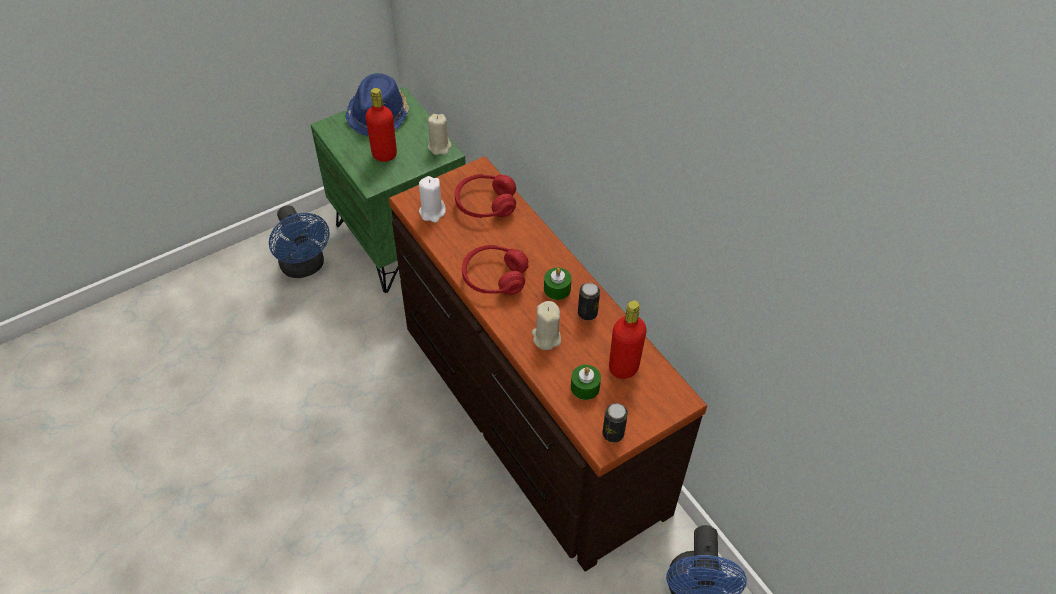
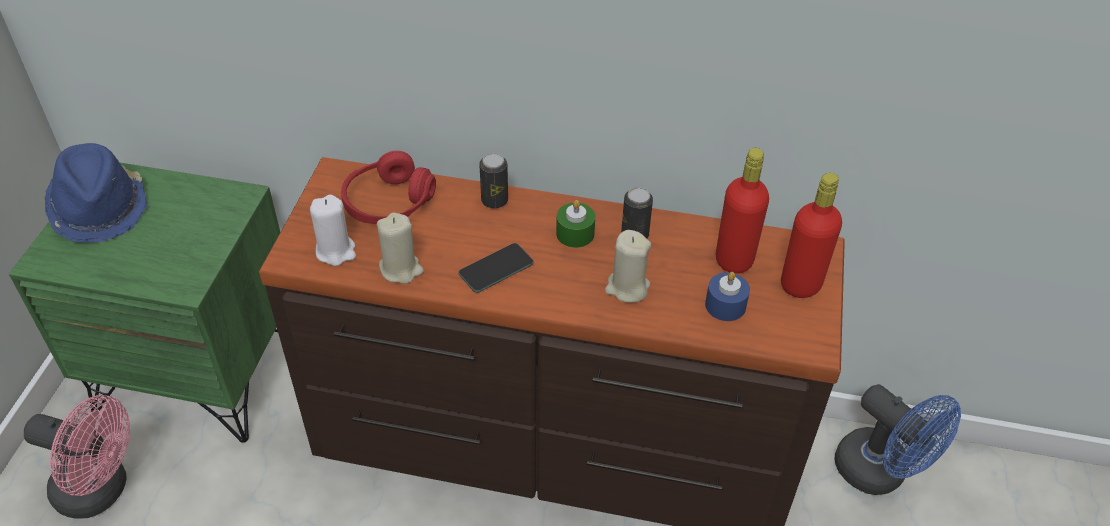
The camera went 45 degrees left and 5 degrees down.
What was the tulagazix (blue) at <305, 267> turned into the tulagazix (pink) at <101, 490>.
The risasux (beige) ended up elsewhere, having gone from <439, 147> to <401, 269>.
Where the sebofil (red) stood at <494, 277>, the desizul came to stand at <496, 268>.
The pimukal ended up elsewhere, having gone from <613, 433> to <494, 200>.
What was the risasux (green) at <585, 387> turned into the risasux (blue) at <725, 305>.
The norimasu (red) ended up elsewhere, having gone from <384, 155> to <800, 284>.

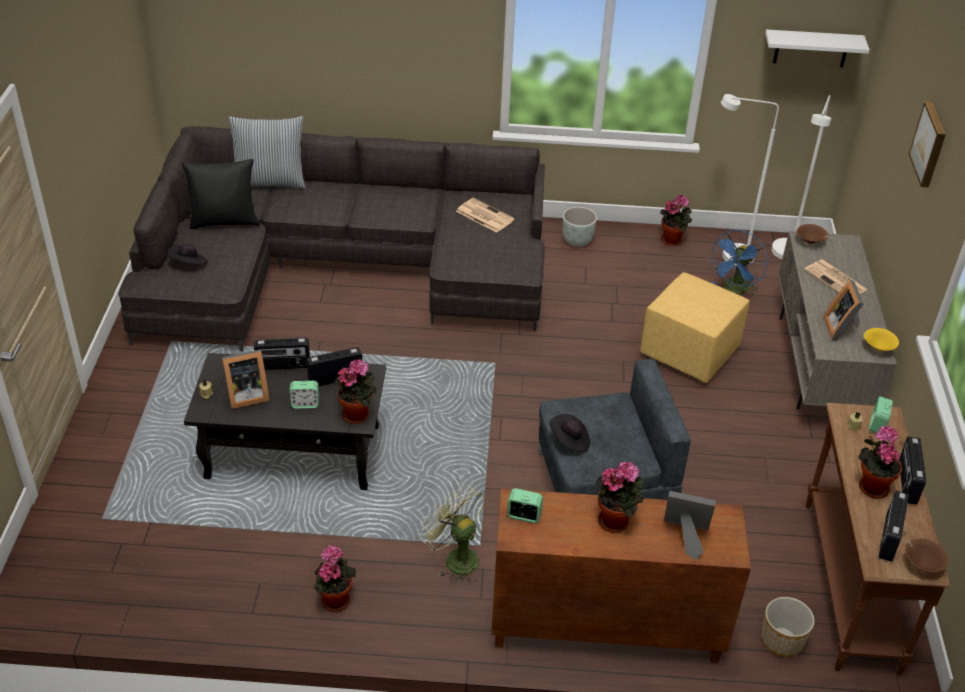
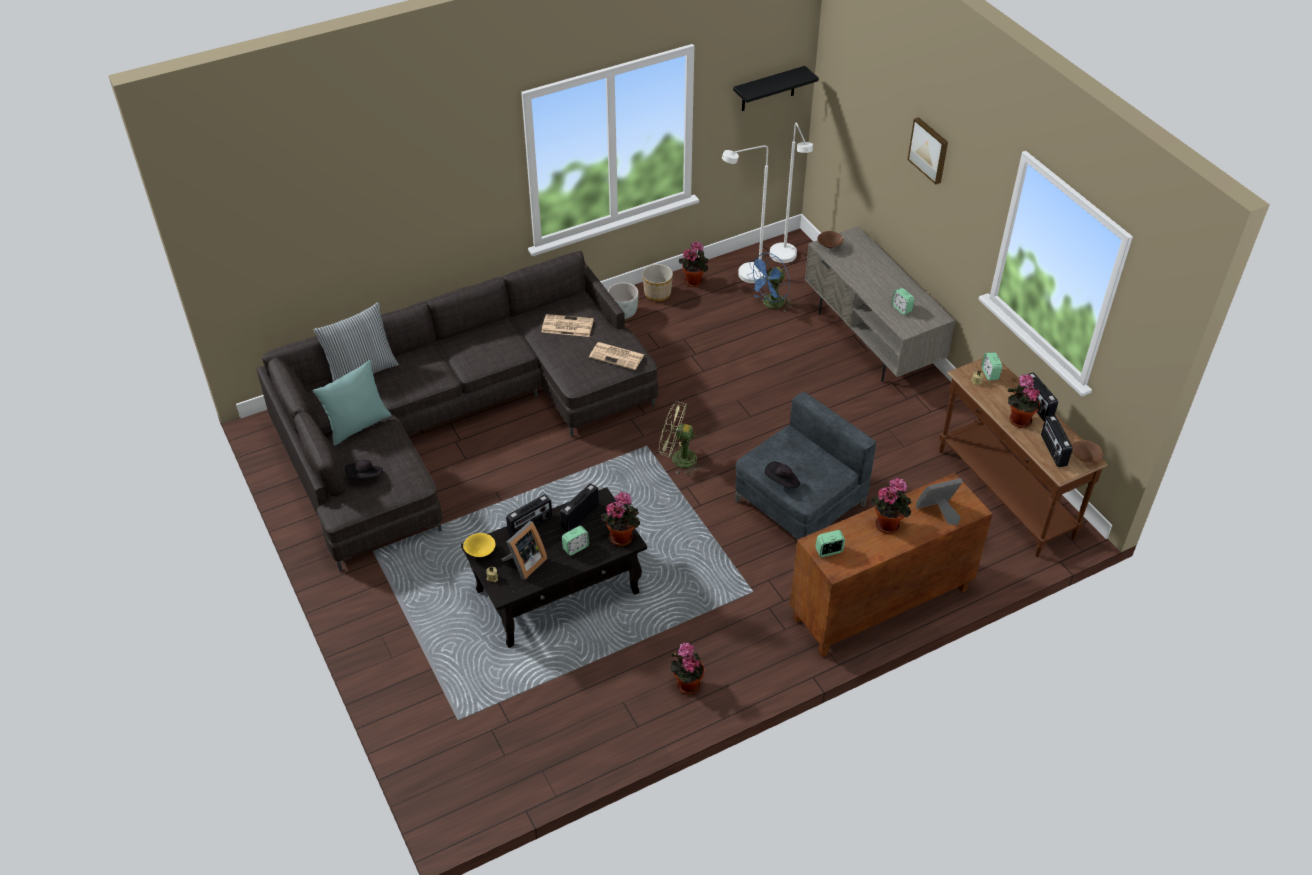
The camera went 30 degrees left and 5 degrees up.
What was the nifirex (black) at <224, 221> turned into the nifirex (turquoise) at <357, 425>.
The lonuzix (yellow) ended up elsewhere, having gone from <877, 348> to <479, 552>.
The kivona ended up elsewhere, having gone from <836, 280> to <617, 356>.
The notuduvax ended up elsewhere, having gone from <782, 641> to <658, 293>.
The tulagazix (green) ended up elsewhere, having gone from <455, 558> to <678, 459>.
What was the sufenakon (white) at <811, 48> turned into the sufenakon (black) at <768, 89>.
The tulagazix (blue) at <734, 290> ended up facing another way, 45 degrees clockwise from before.
Where the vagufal stood at <841, 328>, the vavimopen came to stand at <901, 308>.
The second view lost the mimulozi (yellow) at <690, 352>.

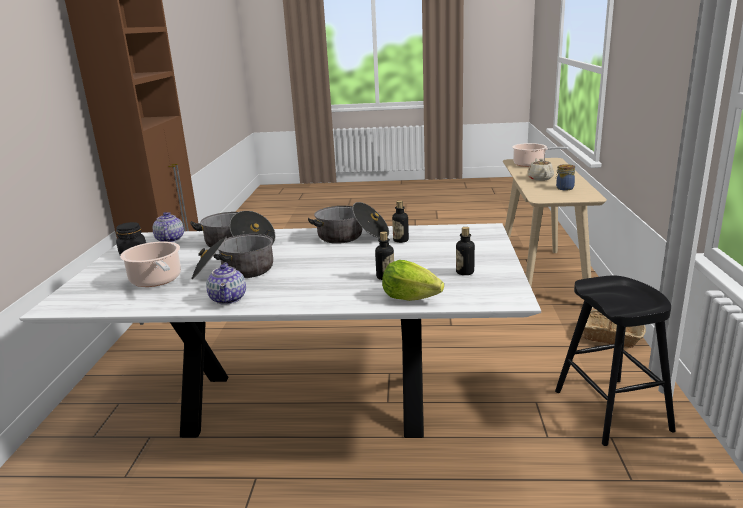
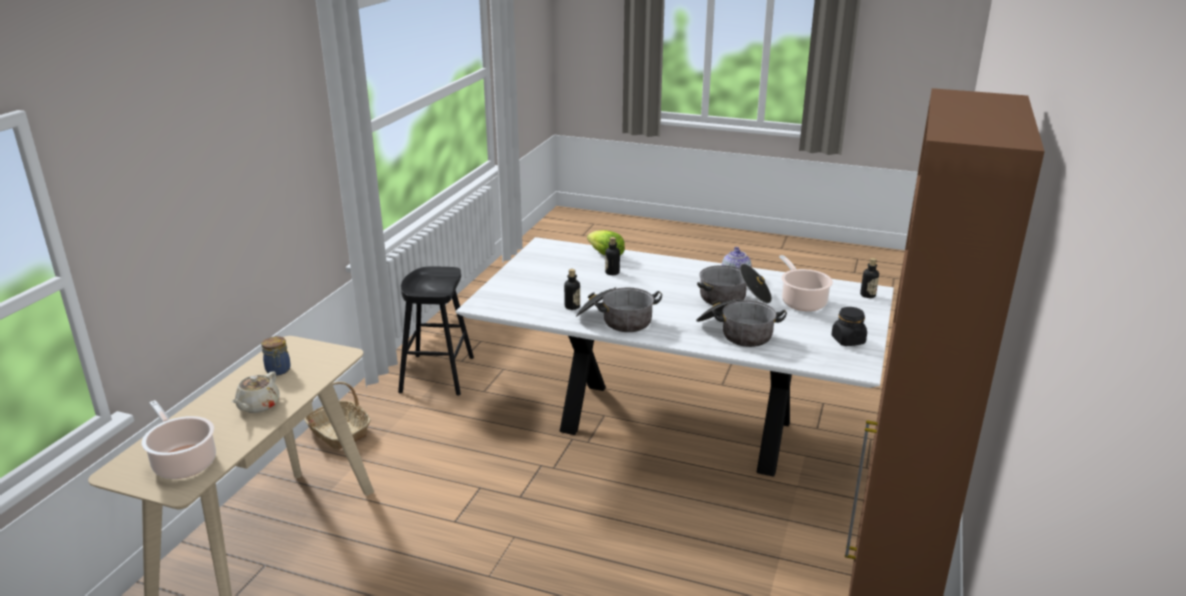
The camera went 165 degrees left and 5 degrees up.
The norimasu ended up elsewhere, having gone from <465, 272> to <867, 295>.
The second view lost the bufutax at <169, 240>.

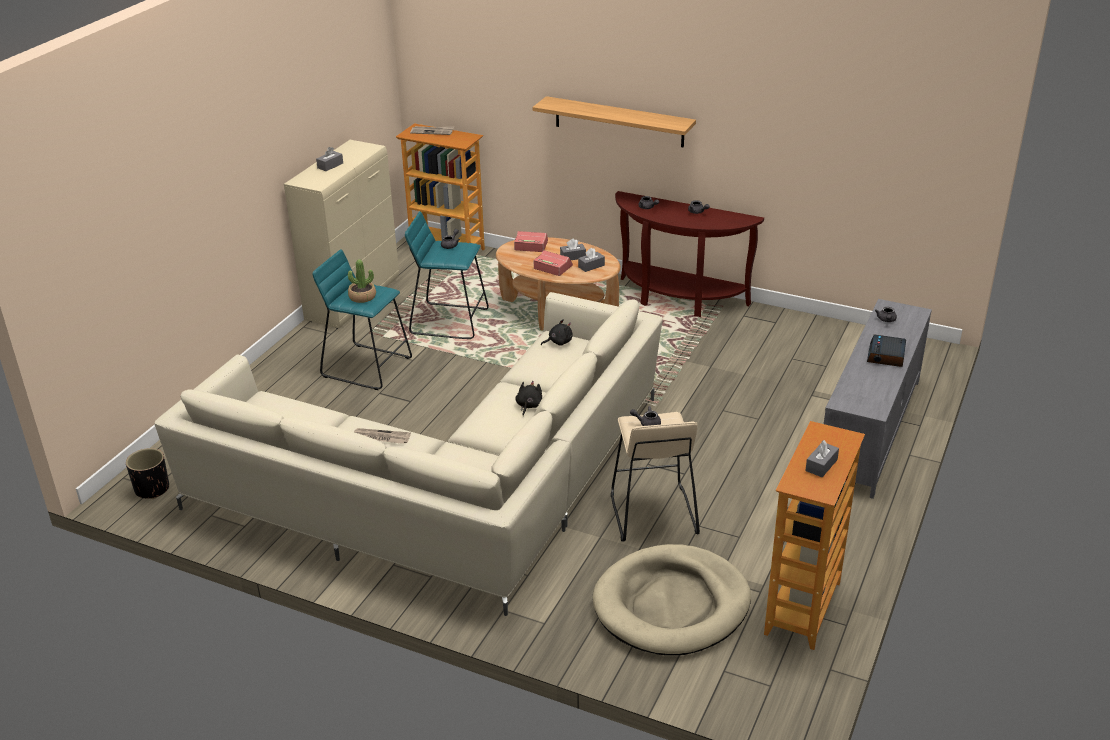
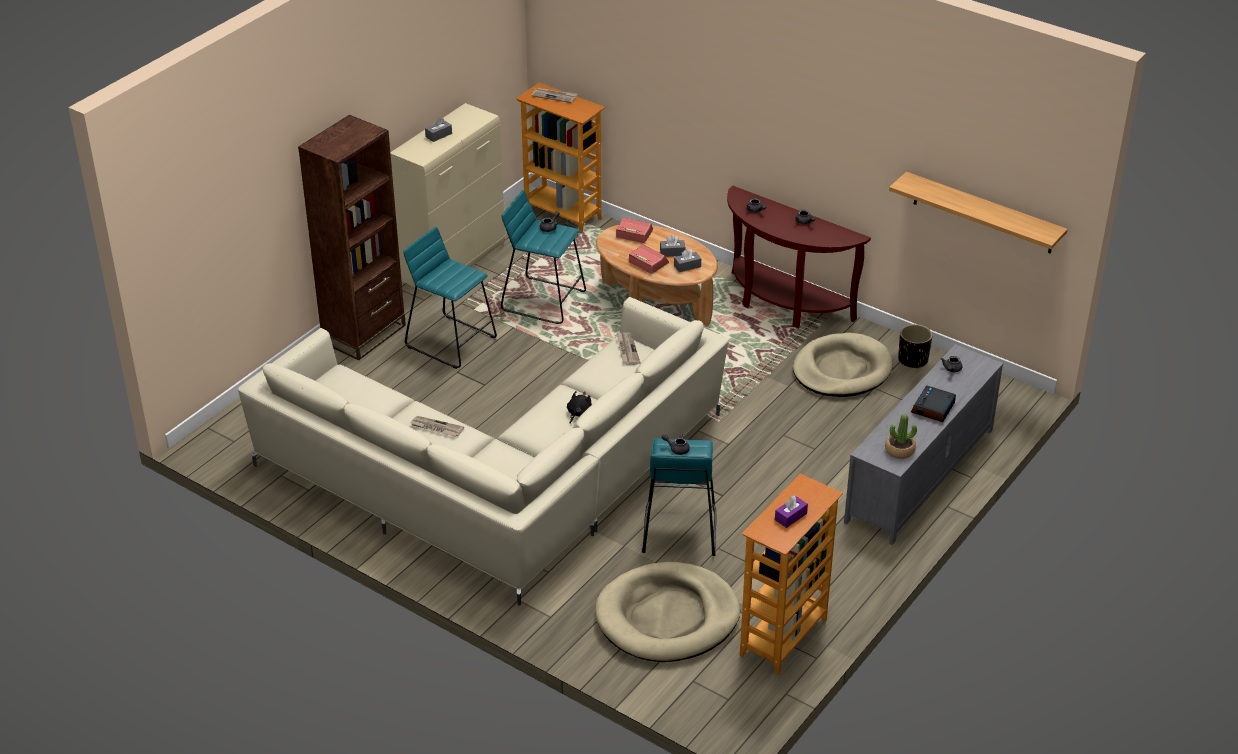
The camera went 10 degrees right and 5 degrees up.
The second view gained the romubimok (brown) at <364, 334>.
Where the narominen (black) stood at <558, 342>, the kivona came to stand at <627, 350>.
What was the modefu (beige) at <652, 513> turned into the modefu (turquoise) at <679, 530>.
What was the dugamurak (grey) at <821, 465> turned into the dugamurak (purple) at <790, 516>.
The second view gained the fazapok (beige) at <841, 370>.
The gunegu ended up elsewhere, having gone from <362, 297> to <899, 450>.
The sufenakon ended up elsewhere, having gone from <619, 122> to <983, 213>.
The notuduvax (black) ended up elsewhere, having gone from <152, 489> to <912, 360>.

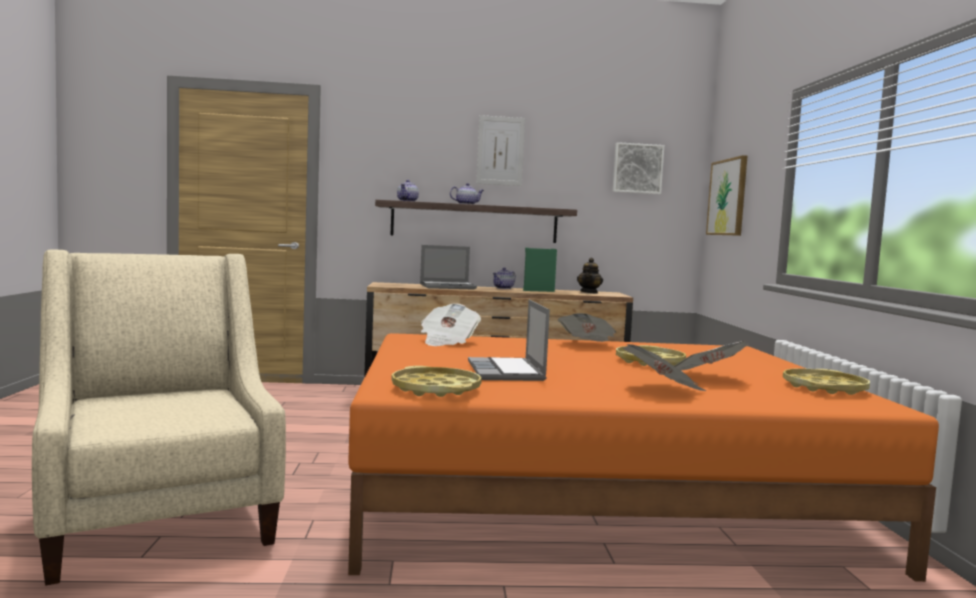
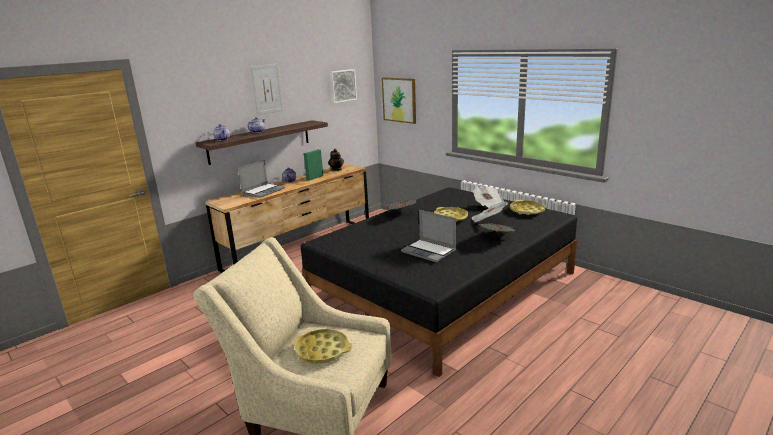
The camera went 40 degrees left and 15 degrees up.
The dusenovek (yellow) ended up elsewhere, having gone from <436, 389> to <322, 350>.
What was the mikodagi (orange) at <596, 494> turned into the mikodagi (black) at <444, 287>.
The kivona ended up elsewhere, having gone from <447, 342> to <489, 206>.

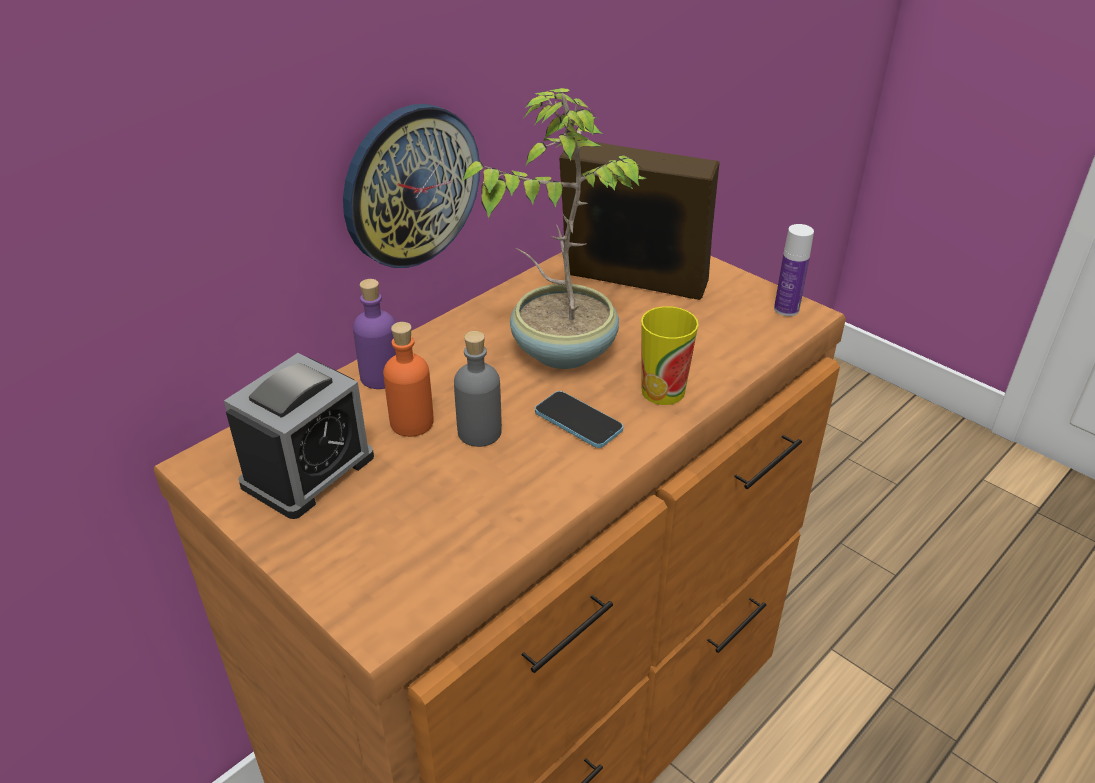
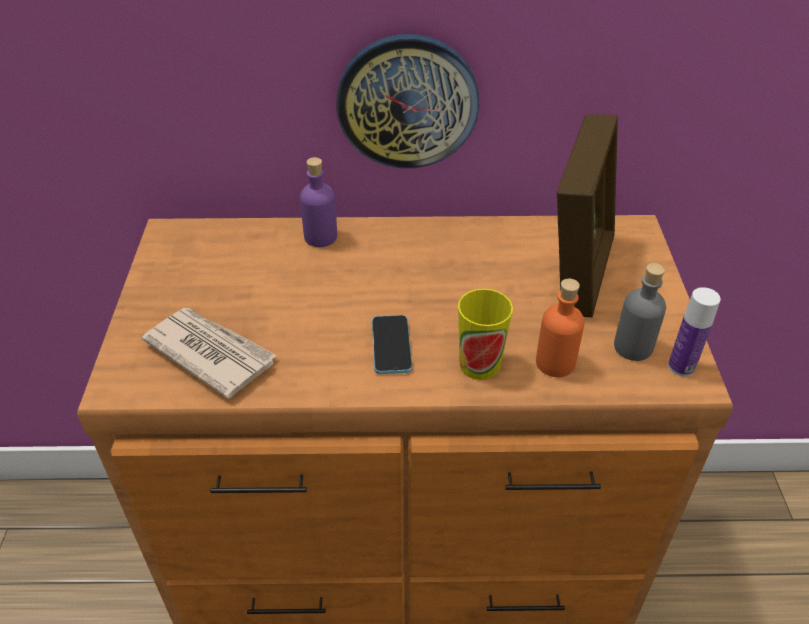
The camera went 45 degrees right and 5 degrees up.
The second view gained the kivona at <210, 352>.
The norimasu (orange) ended up elsewhere, having gone from <412, 422> to <555, 363>.
The vagufal at <632, 285> ended up facing another way, 45 degrees clockwise from before.
The norimasu (grey) ended up elsewhere, having gone from <479, 432> to <633, 347>.
The second view lost the vavimopen at <308, 470>.
The second view lost the gunegu at <562, 350>.

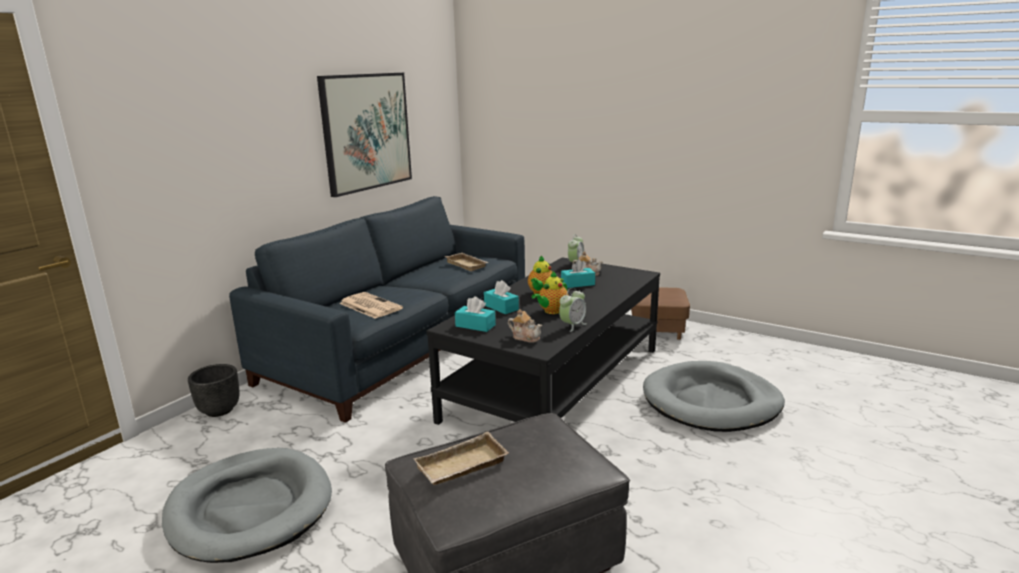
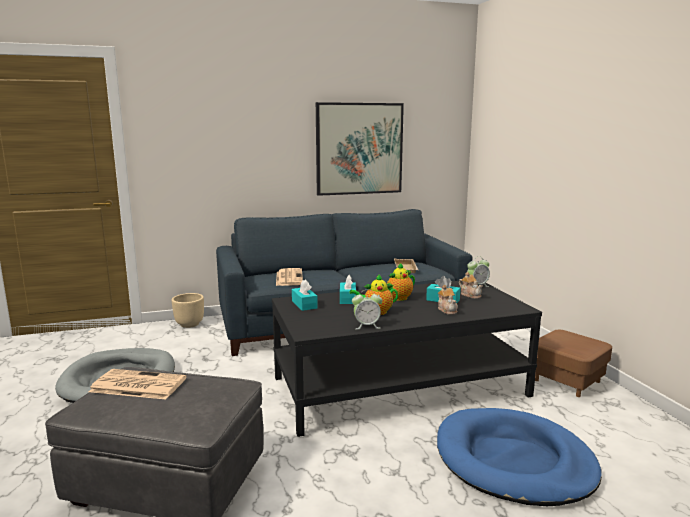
The camera went 40 degrees right and 5 degrees down.
Where the dusenovek (beige) stood at <461, 467>, the kivona came to stand at <137, 385>.
What was the notuduvax (black) at <219, 410> turned into the notuduvax (beige) at <190, 324>.
What was the fazapok (grey) at <711, 402> turned into the fazapok (blue) at <513, 461>.
The bufutax ended up elsewhere, having gone from <525, 337> to <447, 310>.

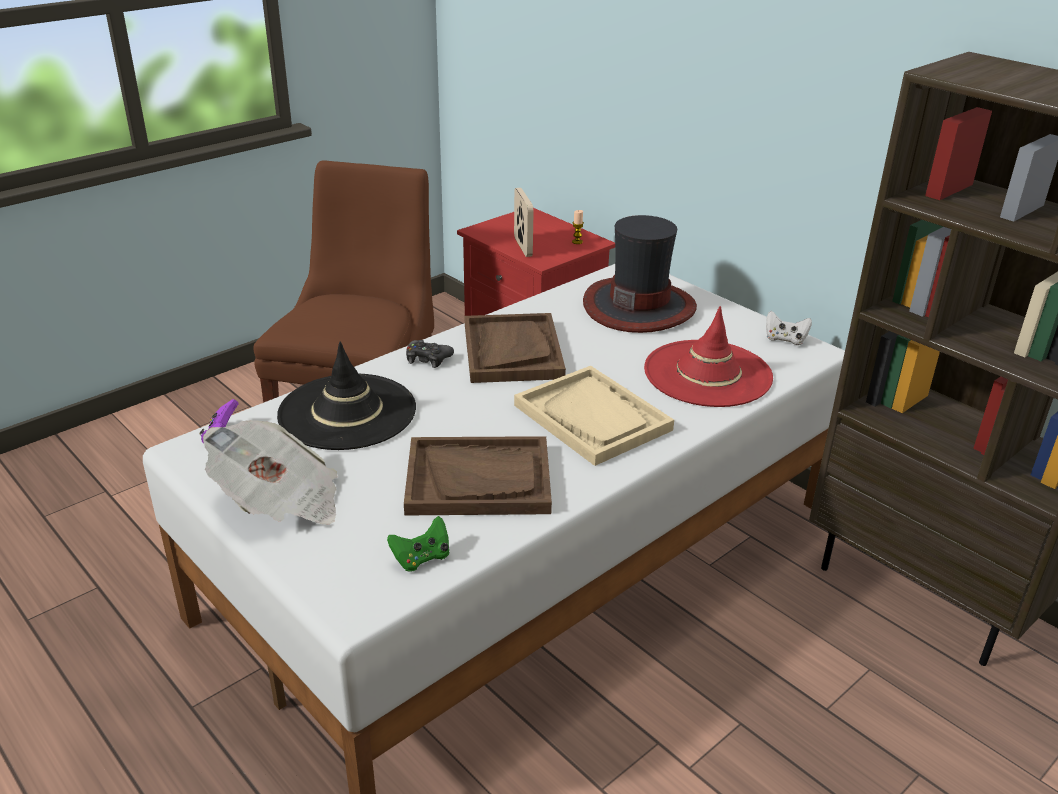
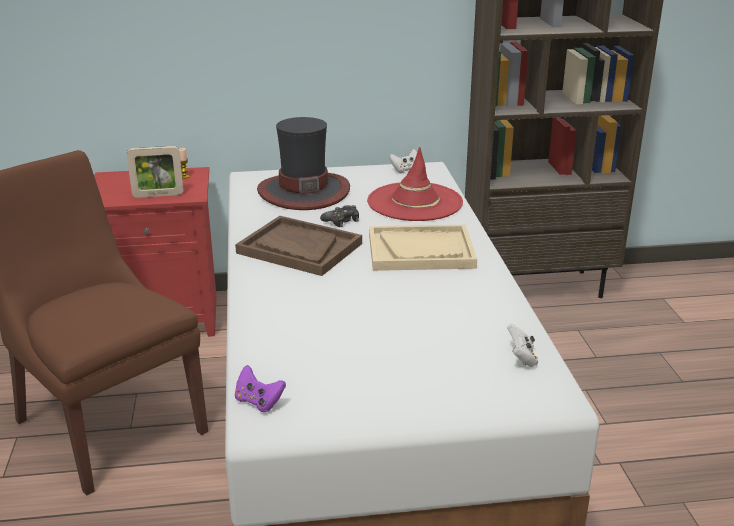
The camera went 55 degrees left and 5 degrees down.
The vagufal at <523, 247> ended up facing another way, 150 degrees clockwise from before.
The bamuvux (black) ended up elsewhere, having gone from <428, 359> to <341, 221>.
What was the bamuvux (green) at <421, 558> turned into the bamuvux (white) at <521, 358>.
The second view lost the kivona at <280, 501>.
The second view lost the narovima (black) at <347, 412>.
The second view lost the dusenovek (brown) at <479, 479>.

